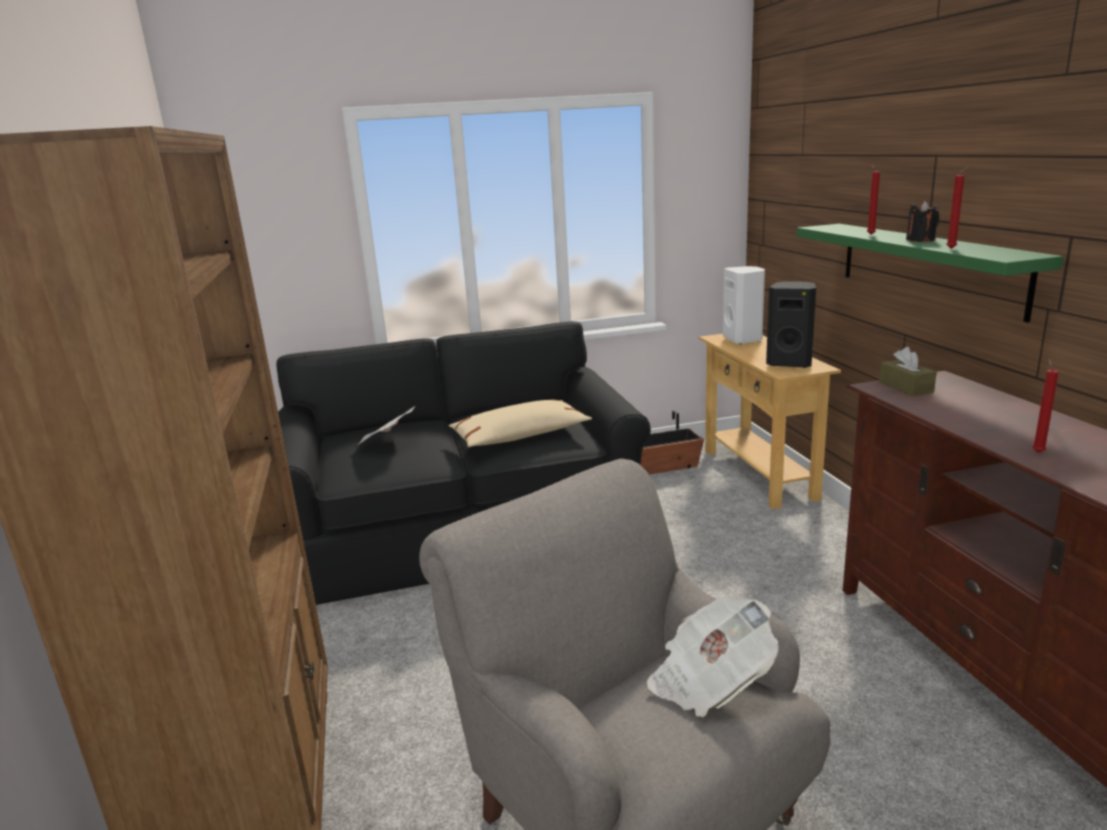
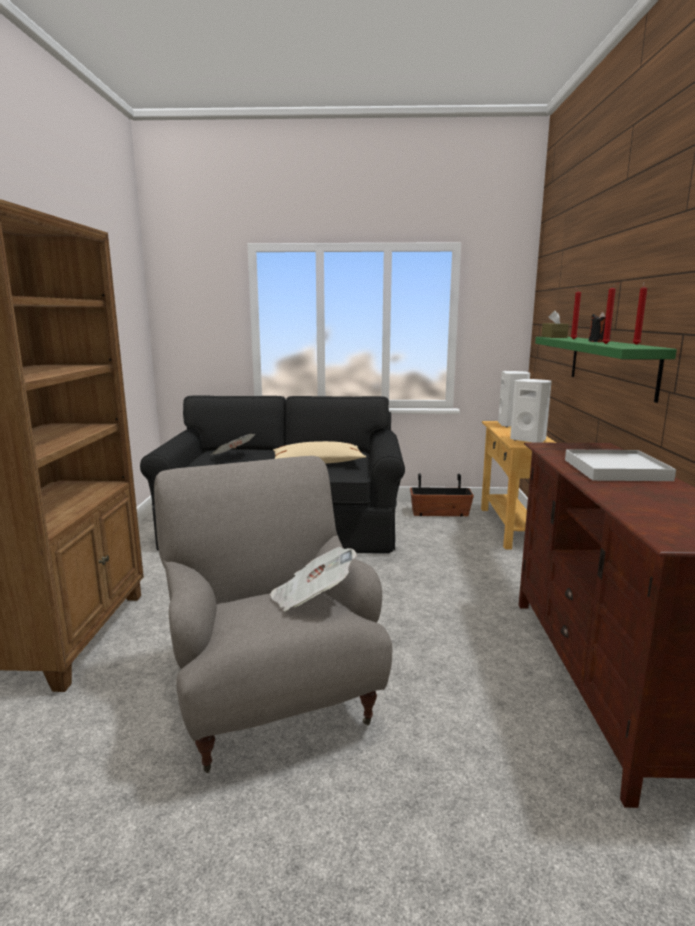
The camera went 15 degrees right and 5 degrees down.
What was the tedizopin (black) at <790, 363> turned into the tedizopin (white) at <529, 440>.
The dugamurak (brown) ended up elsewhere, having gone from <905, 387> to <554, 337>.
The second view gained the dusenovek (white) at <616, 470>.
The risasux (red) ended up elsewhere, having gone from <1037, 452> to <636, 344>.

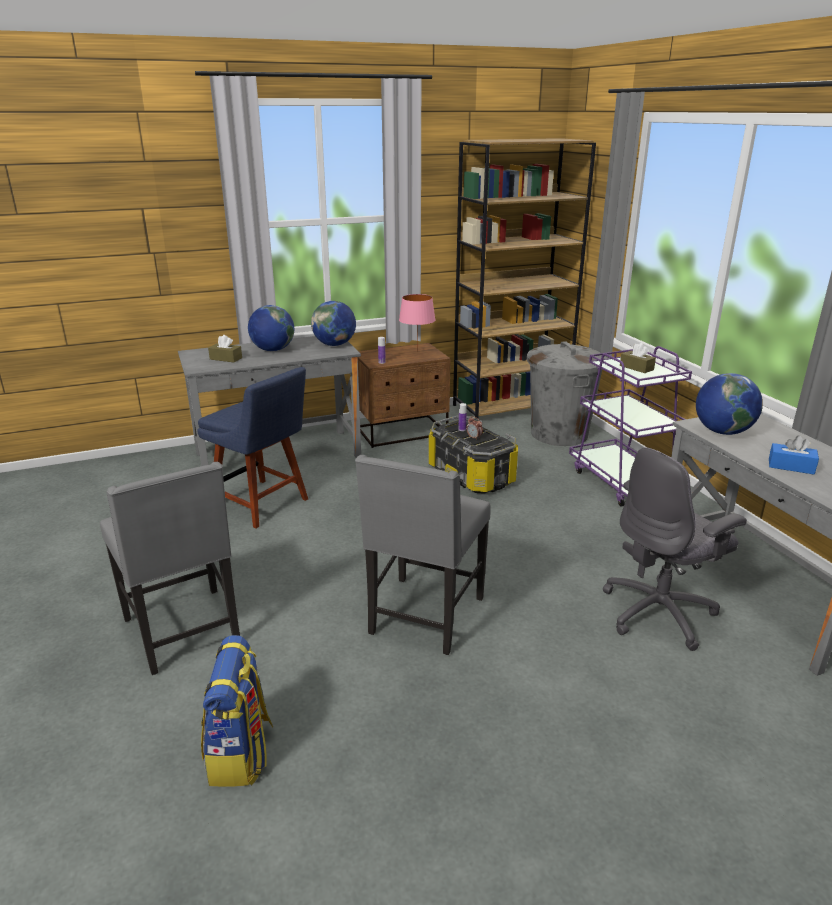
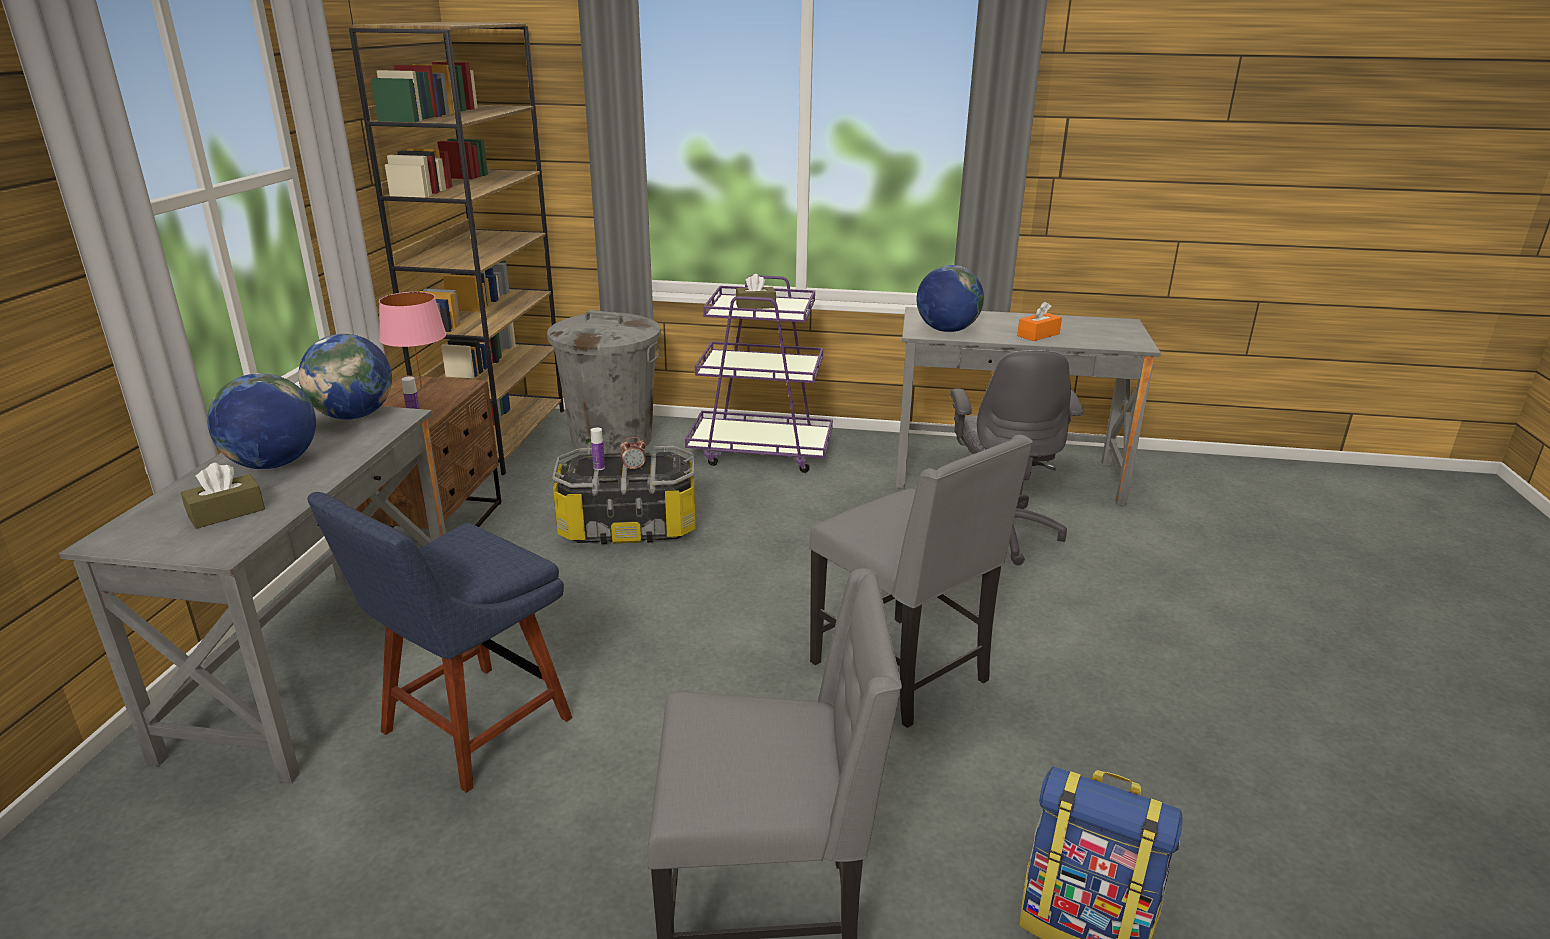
The camera went 60 degrees left and 0 degrees up.
The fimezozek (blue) at <263, 504> ended up facing another way, 150 degrees clockwise from before.
What was the dugamurak (blue) at <791, 466> turned into the dugamurak (orange) at <1038, 335>.

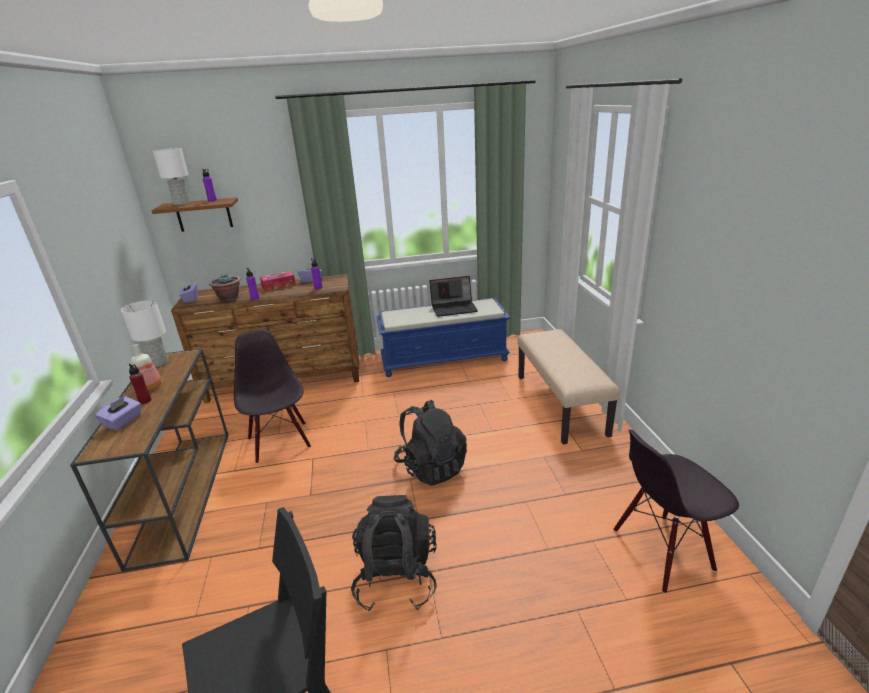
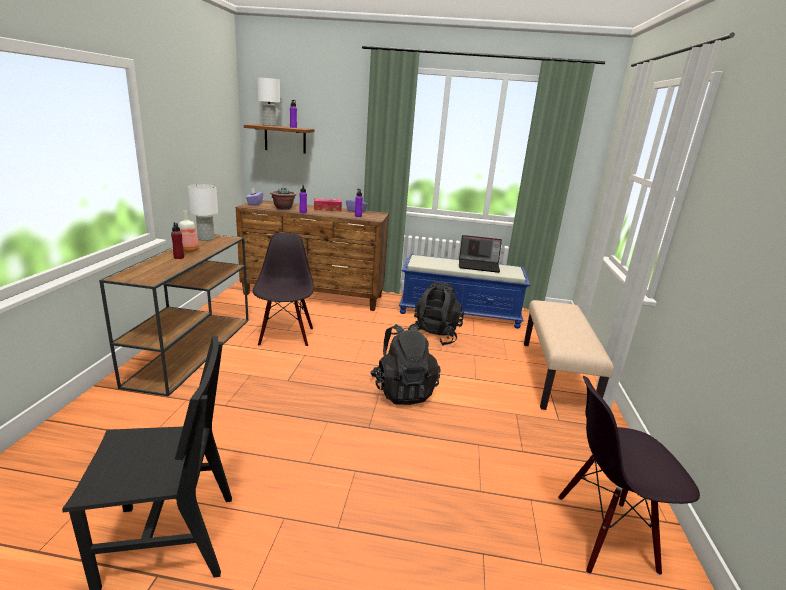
The camera went 15 degrees right and 5 degrees down.
The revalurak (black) ended up elsewhere, having gone from <396, 577> to <434, 336>.
The second view lost the dugamurak (purple) at <123, 422>.

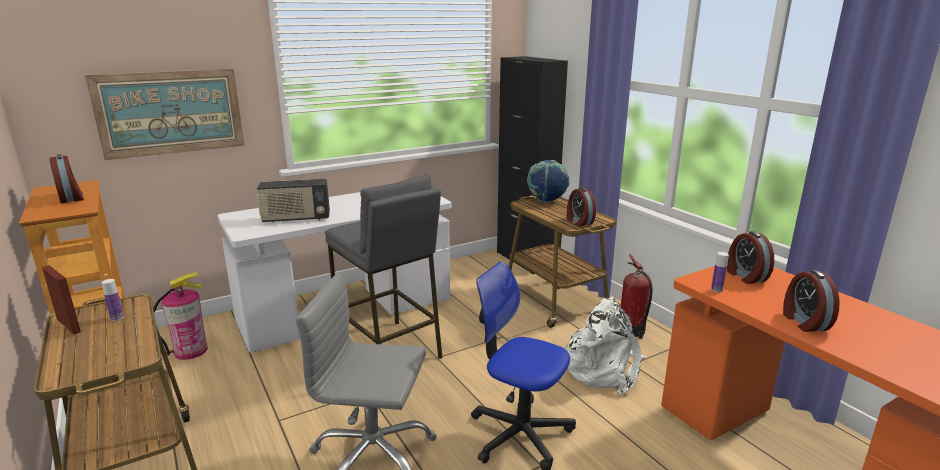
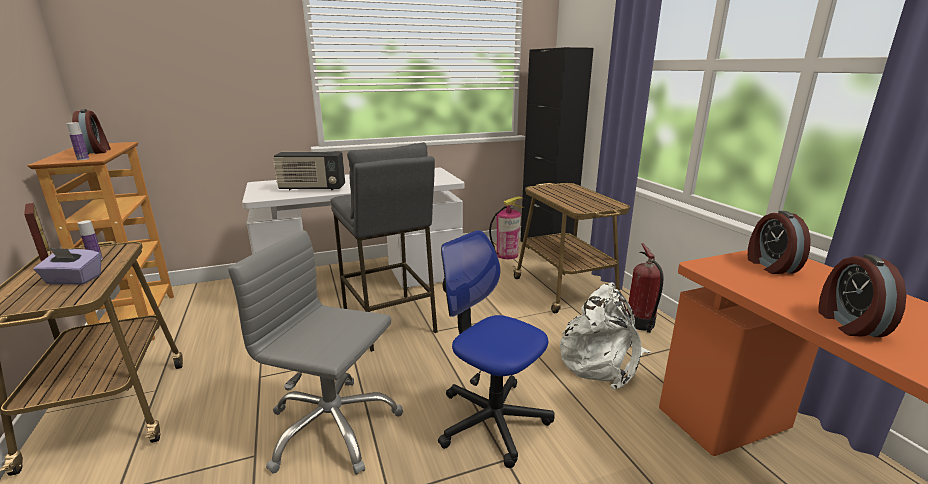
The camera went 10 degrees right and 0 degrees up.
The second view gained the dugamurak (purple) at <73, 280>.
The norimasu ended up elsewhere, having gone from <716, 290> to <83, 159>.
The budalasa ended up elsewhere, having gone from <191, 351> to <507, 255>.
The second view lost the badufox at <170, 112>.
The second view lost the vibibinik at <546, 201>.
The second view lost the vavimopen at <579, 222>.

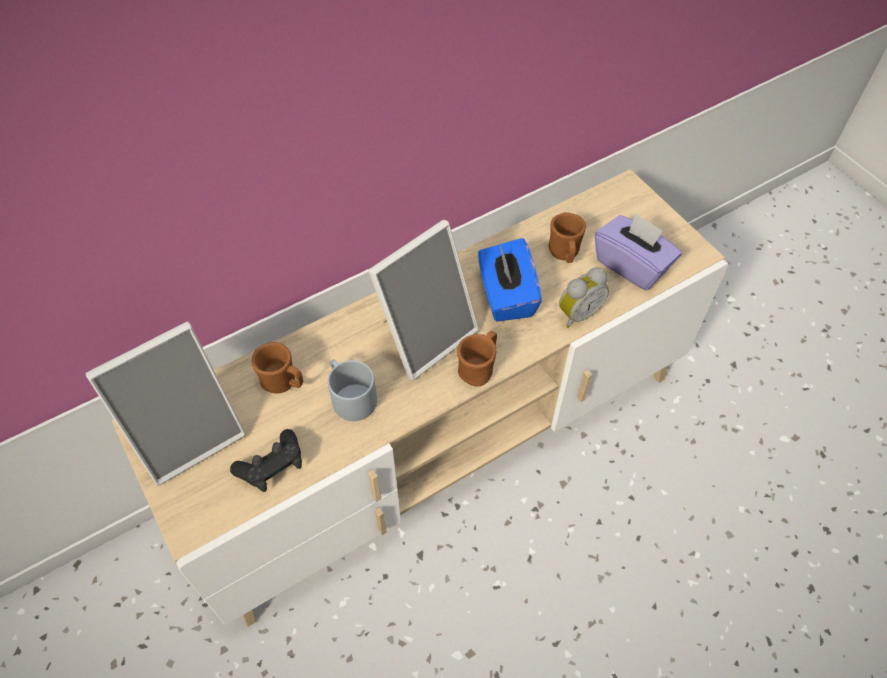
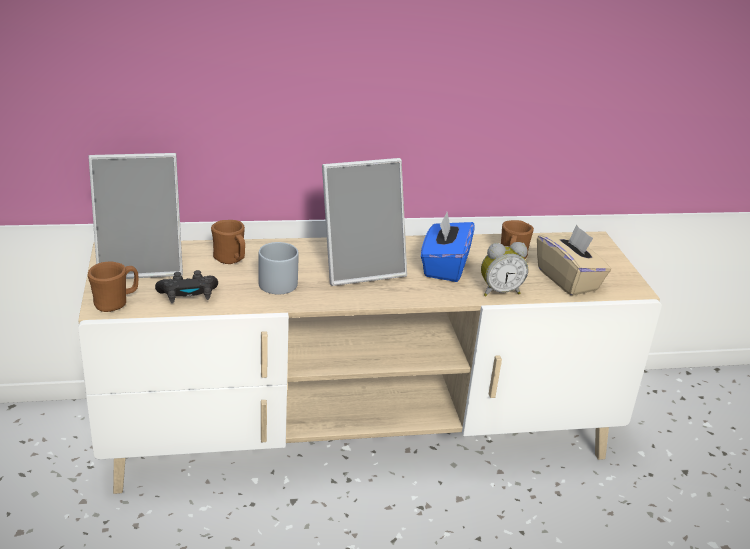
The camera went 20 degrees right and 25 degrees down.
The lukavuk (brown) ended up elsewhere, having gone from <478, 368> to <115, 303>.
What was the dugamurak (purple) at <632, 265> turned into the dugamurak (beige) at <568, 280>.

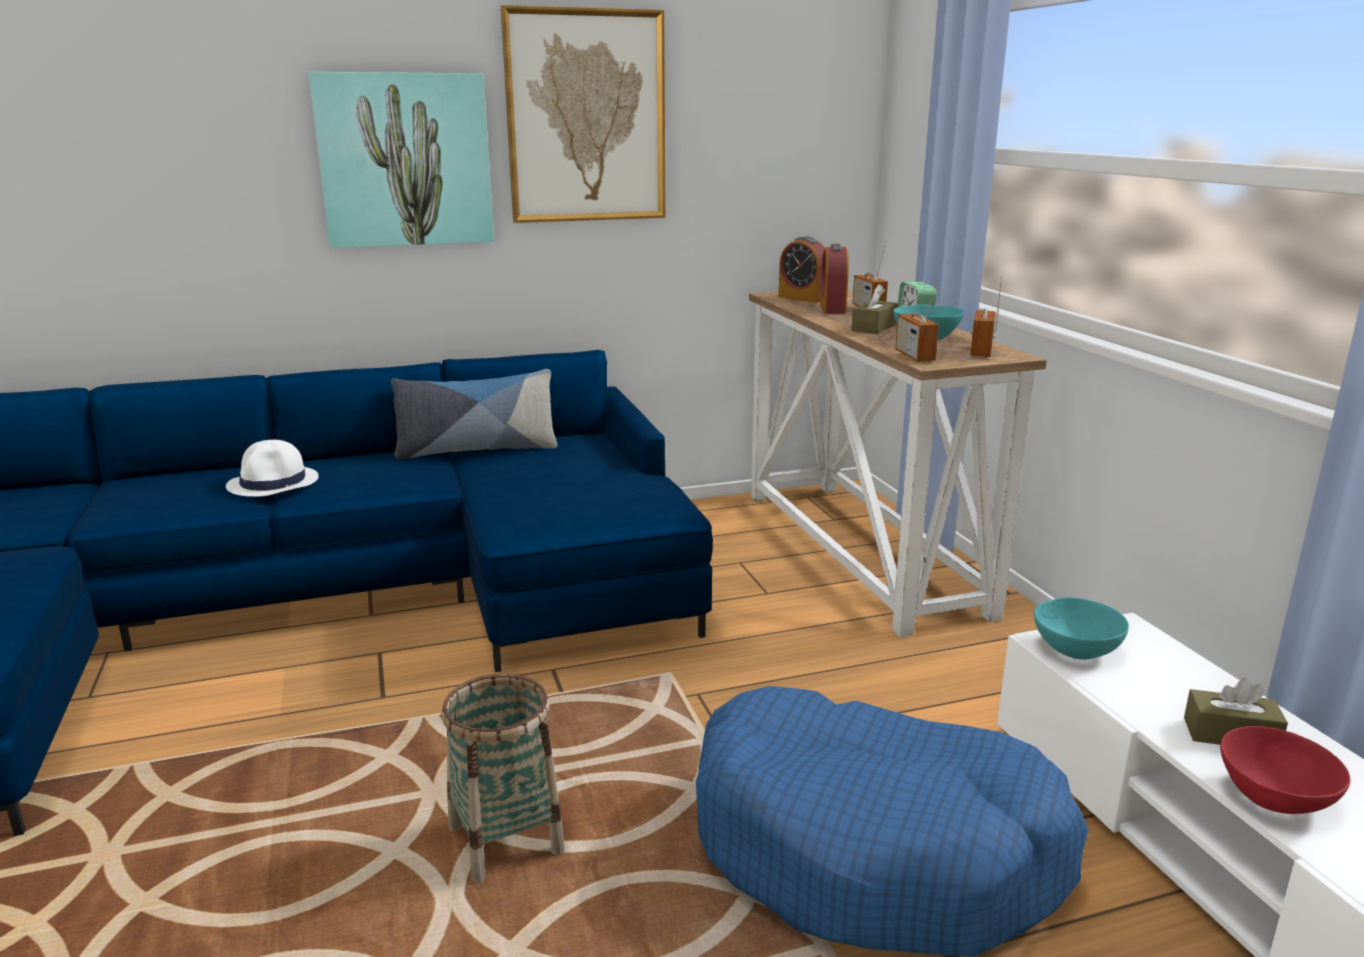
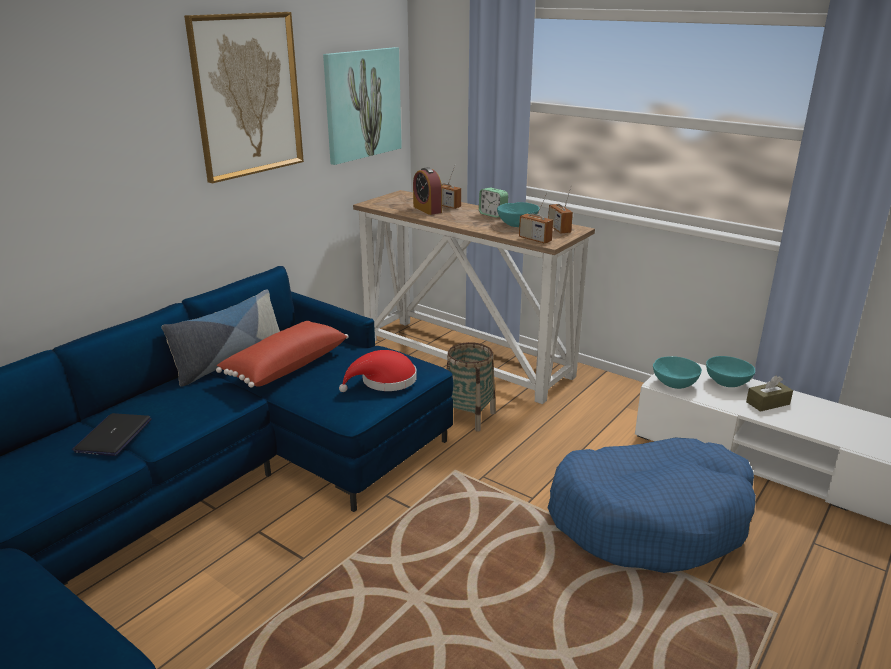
The camera went 35 degrees left and 5 degrees up.
Where the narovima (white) stood at <274, 483>, the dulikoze came to stand at <113, 435>.
The second view gained the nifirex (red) at <285, 366>.
The badufox ended up elsewhere, having gone from <405, 160> to <363, 104>.
The second view gained the narovima (red) at <384, 381>.
The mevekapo ended up elsewhere, having gone from <506, 841> to <469, 416>.
The second view gained the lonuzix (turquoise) at <727, 382>.
The second view lost the vavimopen at <803, 298>.
The second view lost the dugamurak (brown) at <874, 327>.
The second view lost the lonuzix (red) at <1274, 798>.

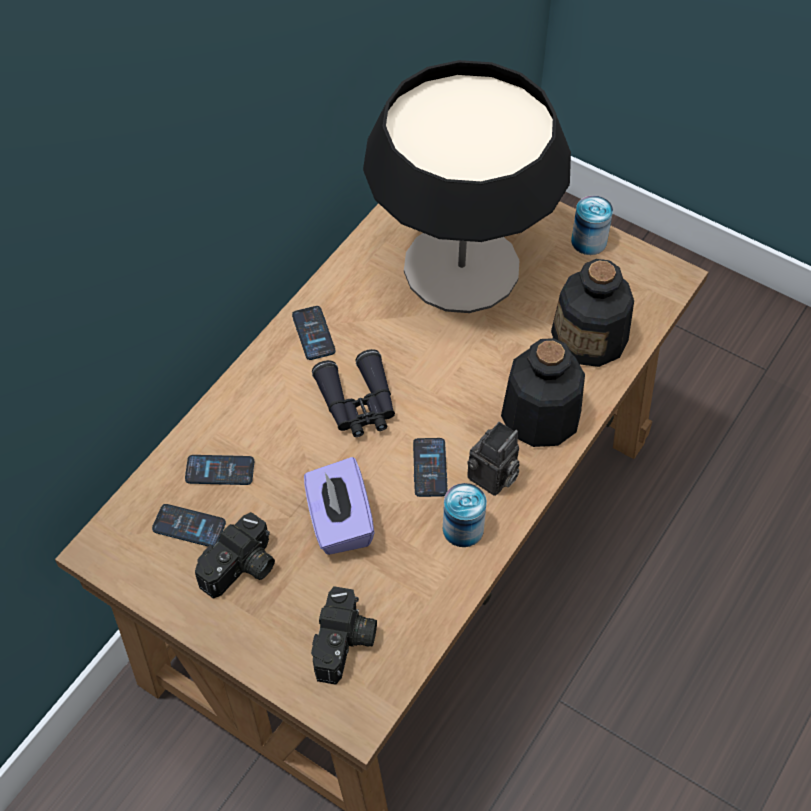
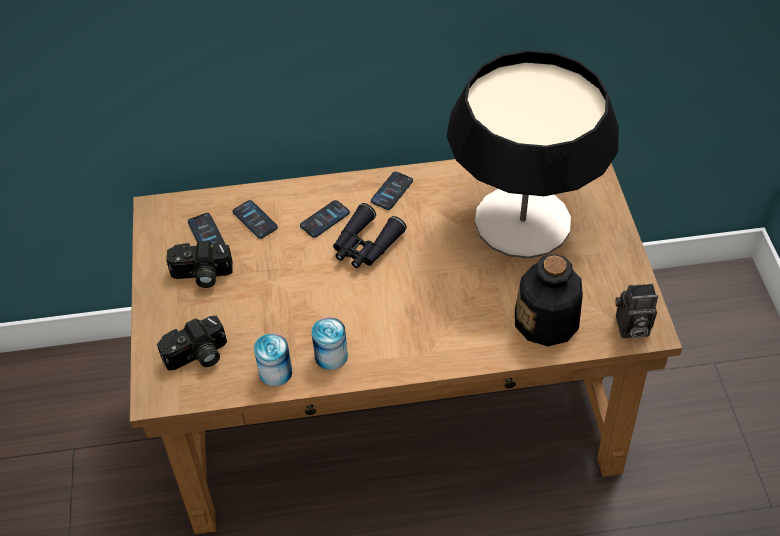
The camera went 50 degrees right and 5 degrees down.
The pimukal ended up elsewhere, having gone from <589, 241> to <275, 372>.
The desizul ended up elsewhere, having gone from <430, 468> to <325, 219>.
The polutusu ended up elsewhere, having gone from <492, 478> to <631, 328>.
The second view lost the dugamurak (purple) at <339, 522>.
The second view lost the norimasu at <539, 416>.

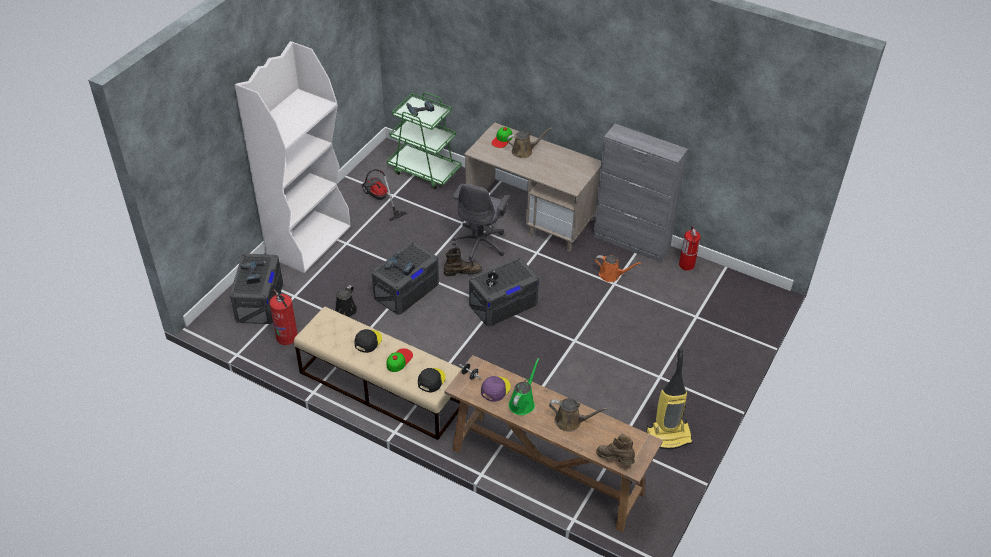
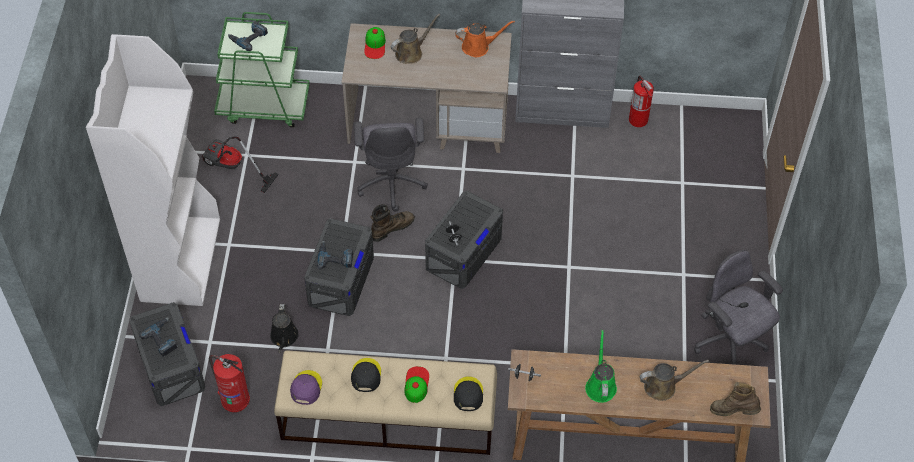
The camera went 25 degrees left and 10 degrees up.
The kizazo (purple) ended up elsewhere, having gone from <495, 389> to <306, 388>.
The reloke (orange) ended up elsewhere, having gone from <611, 275> to <478, 47>.
Where the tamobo stood at <669, 436>, the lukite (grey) came to stand at <730, 342>.

